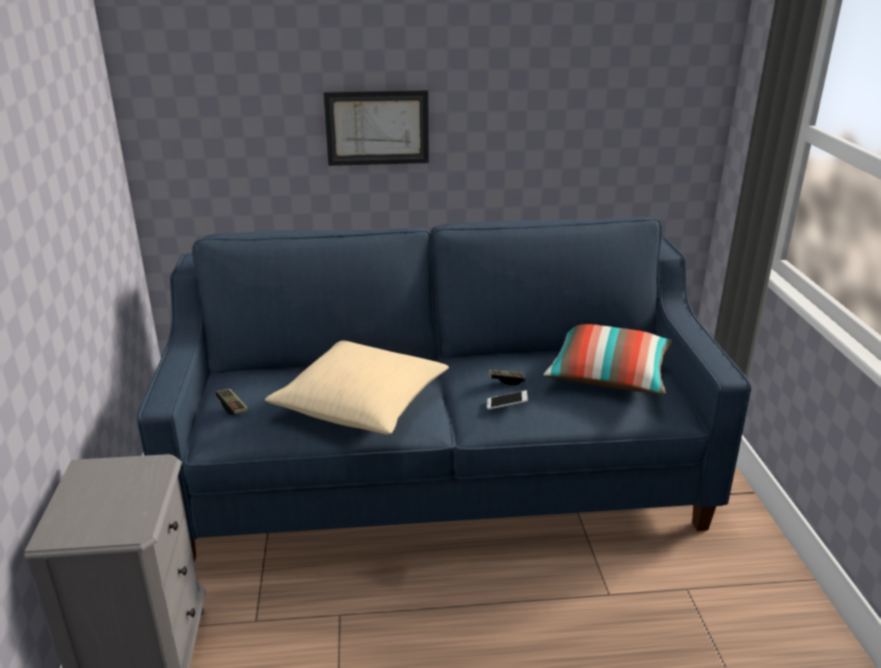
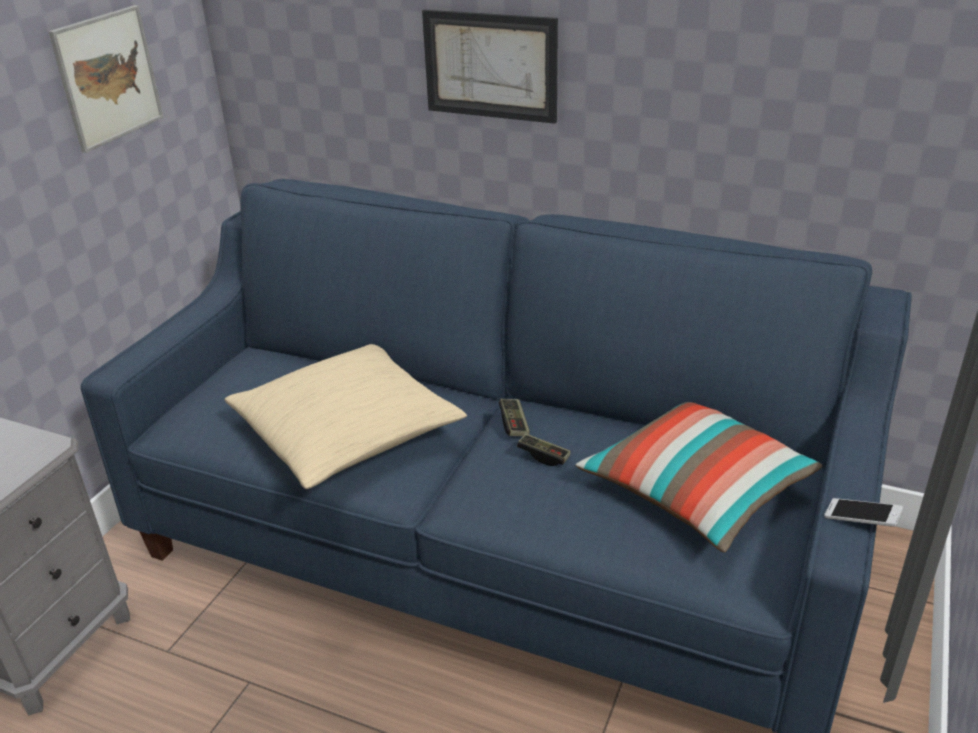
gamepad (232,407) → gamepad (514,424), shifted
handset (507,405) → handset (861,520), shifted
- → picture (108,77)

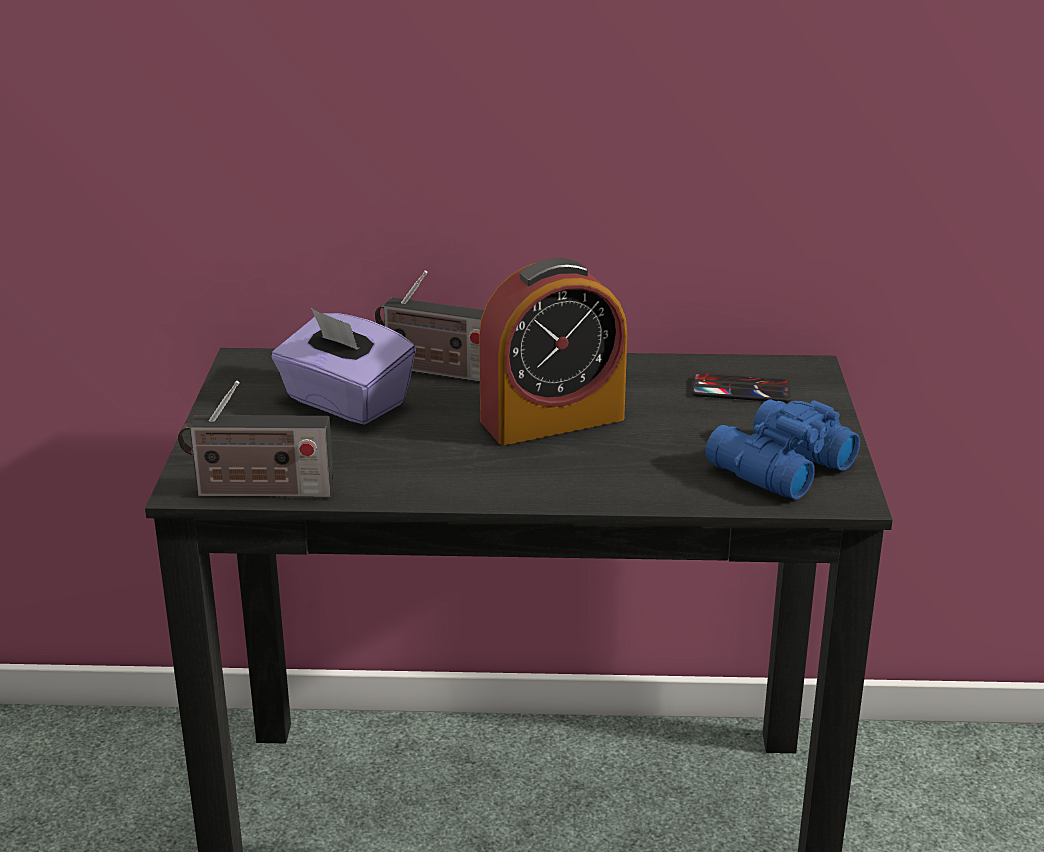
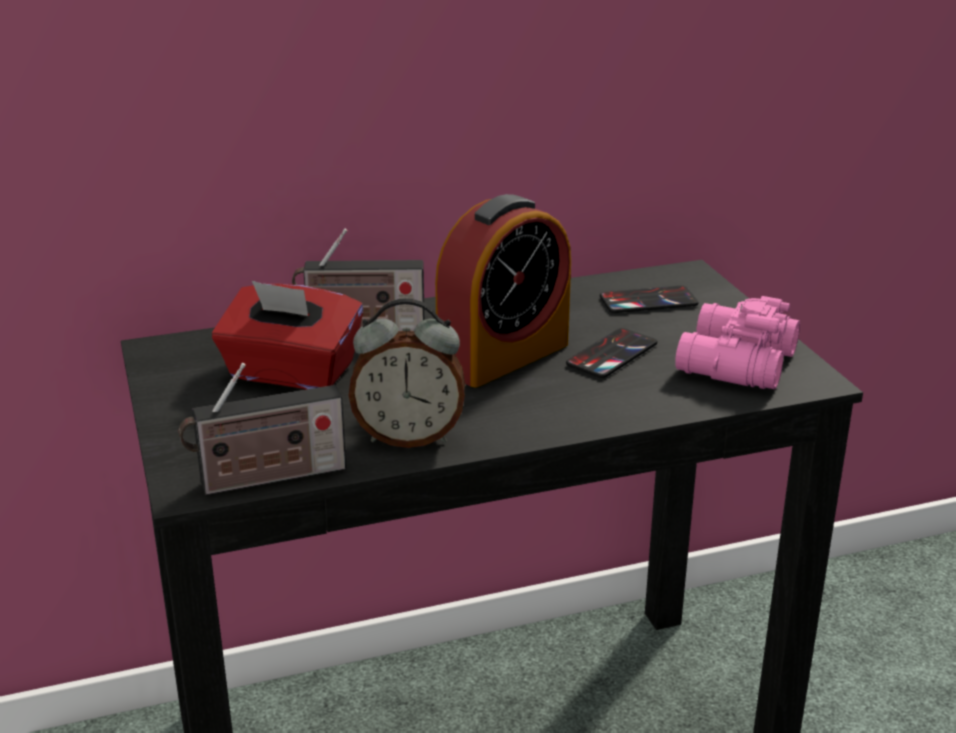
purple tissue box (345,402) → reddish tissue box (291,373)
blue-coloured binoculars (776,467) → pink-coloured binoculars (732,363)
- → table clock (409,437)
- → handset (612,354)

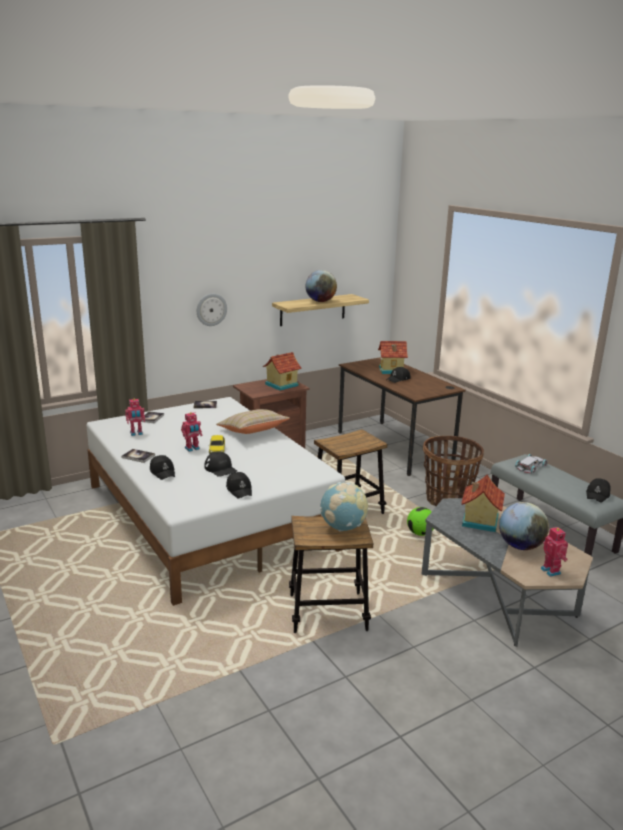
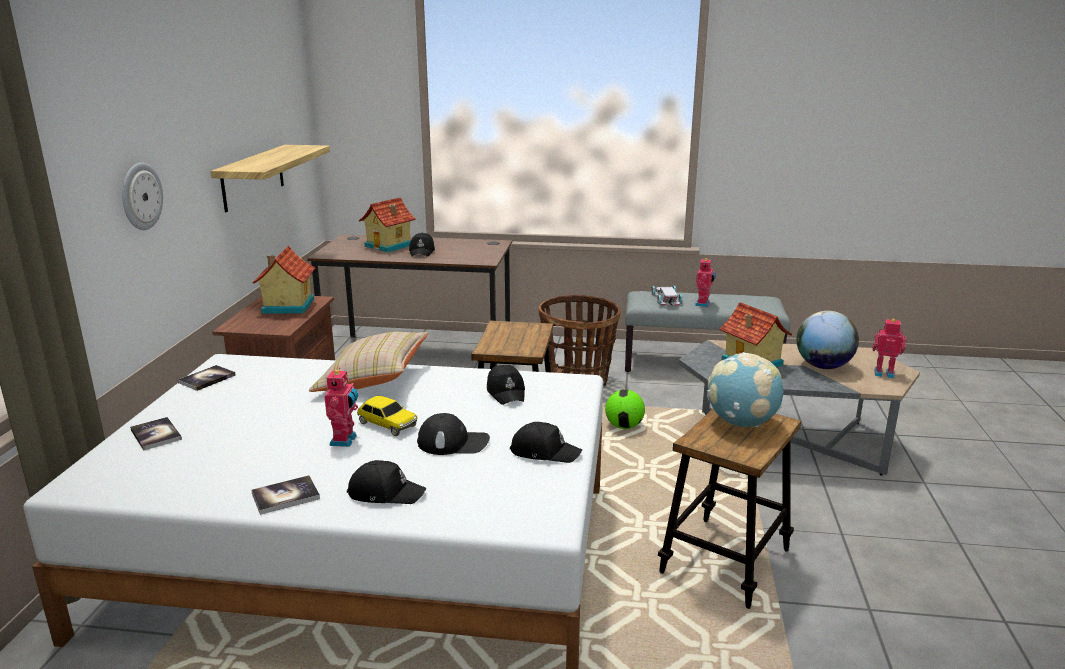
world globe (320,301) → -
model robot (136,433) → model robot (703,304), shifted
blackish baseball cap (598,495) → blackish baseball cap (506,392), shifted

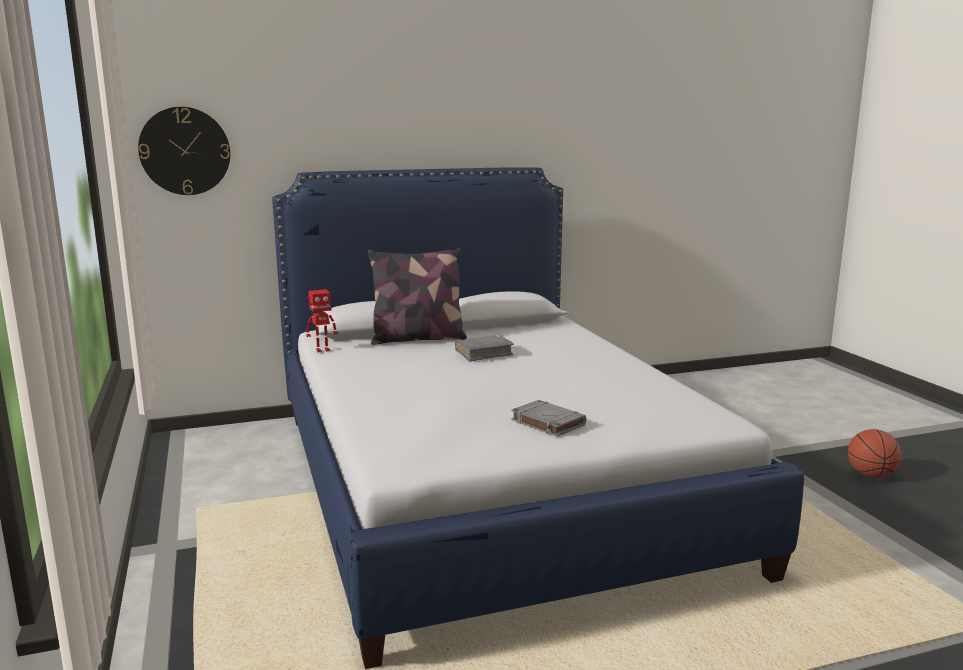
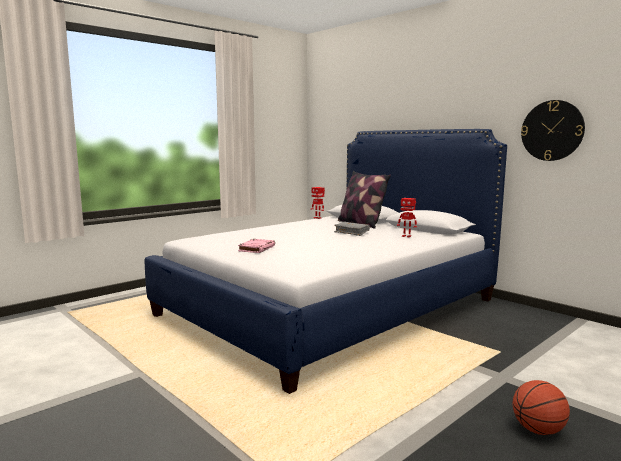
clock on the wall (185,151) → clock on the wall (552,130), shifted
gray book (547,422) → pink-coloured book (256,248)
- → model robot (406,236)

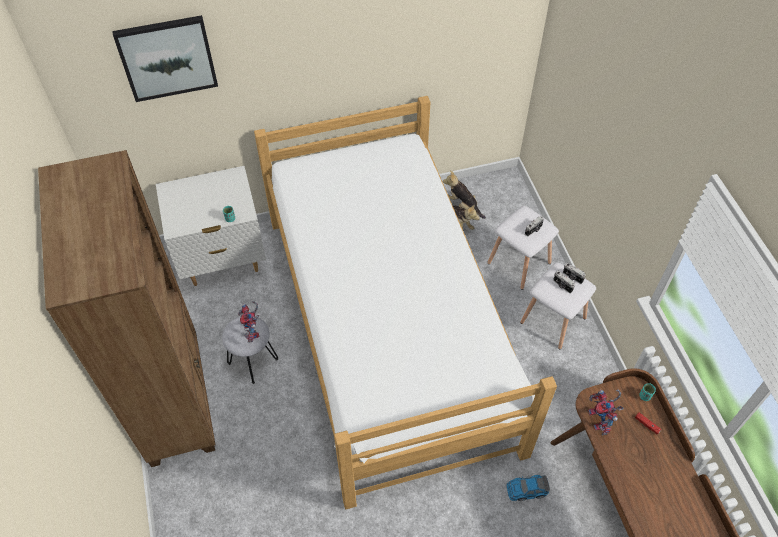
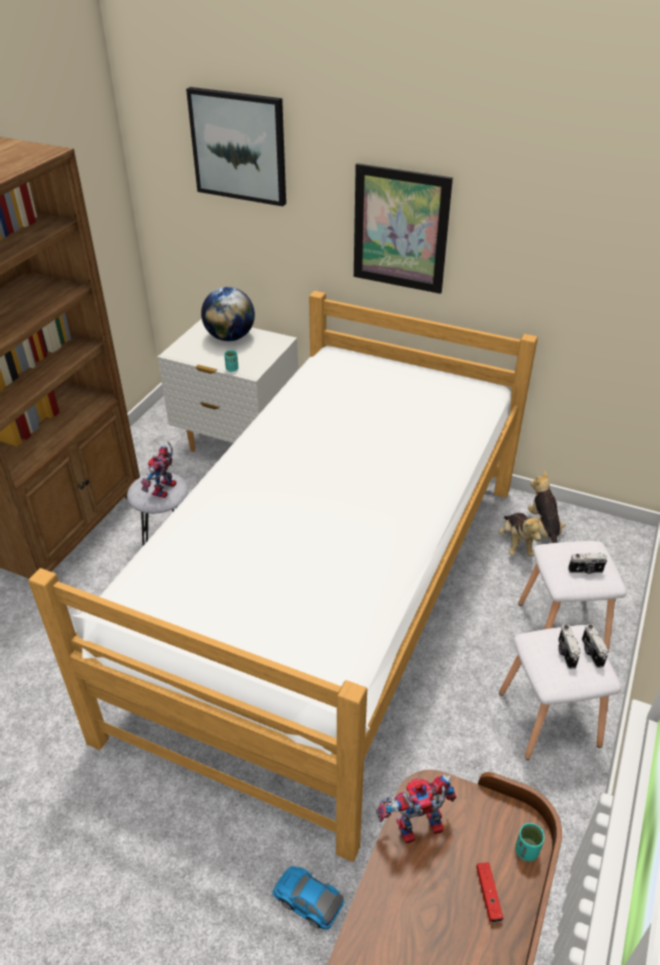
model robot (600,421) → model robot (417,830), 45 degrees clockwise
- → picture (400,229)
- → world globe (230,337)

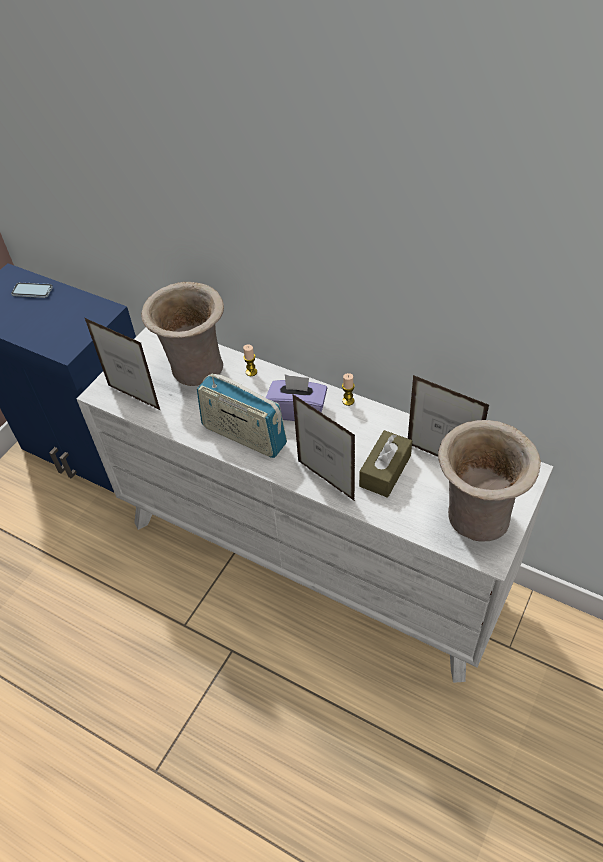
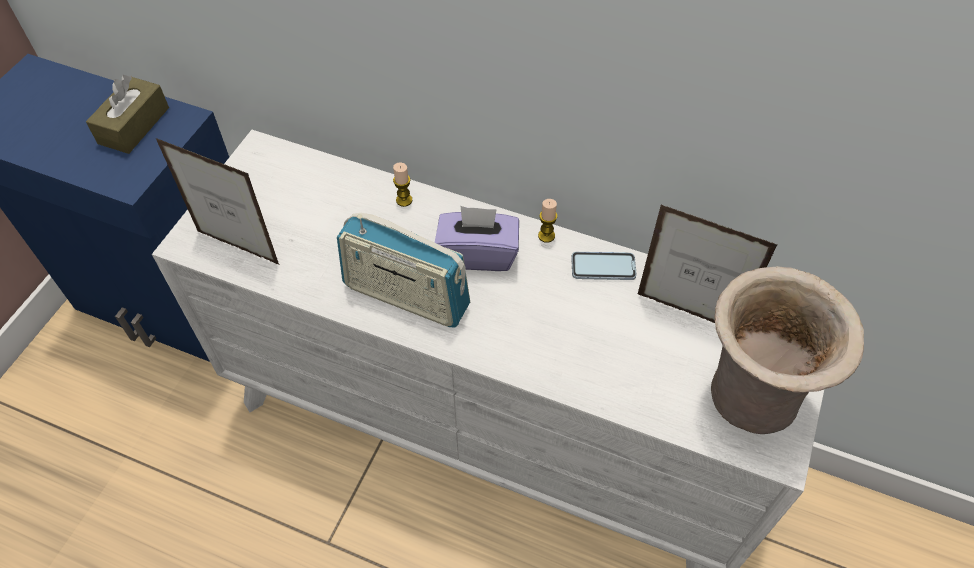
handset (32,291) → handset (603,267), shifted
beige-coloured flower vase (196,371) → -
picture frame (325,480) → -
brown tissue box (385,471) → brown tissue box (134,125), shifted

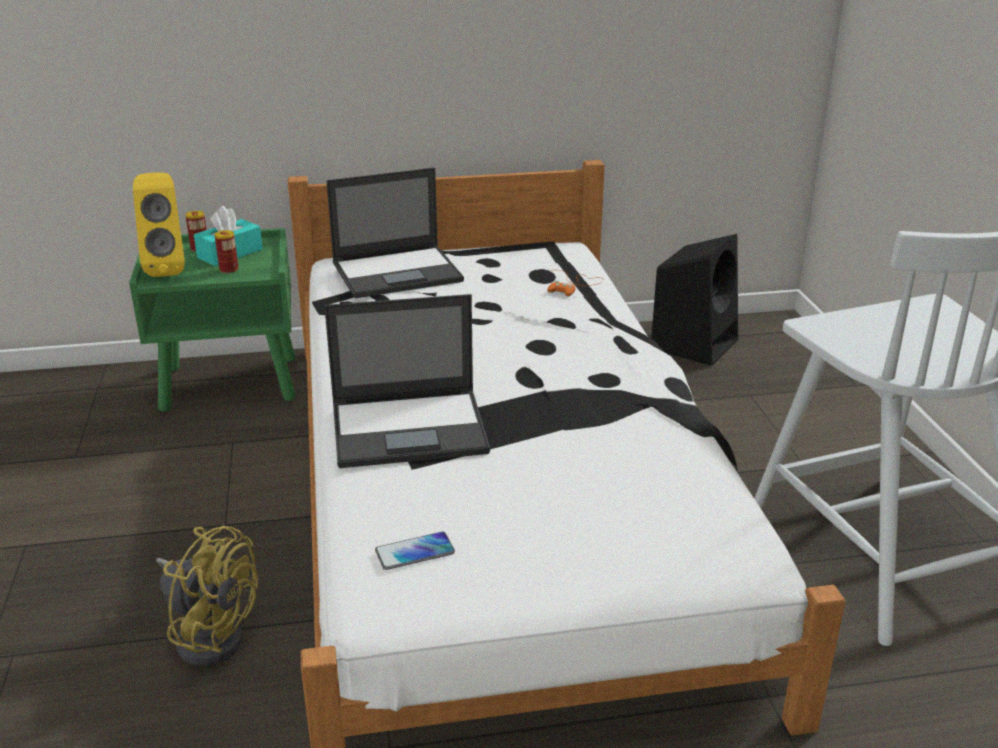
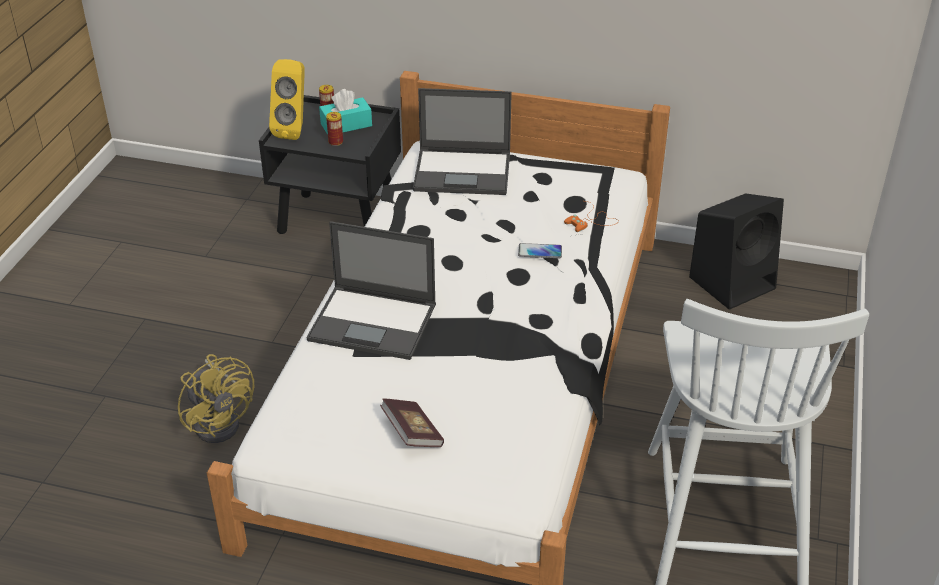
green nightstand (232,383) → blackish nightstand (340,220)
handset (415,552) → handset (540,251), shifted
- → book (412,433)

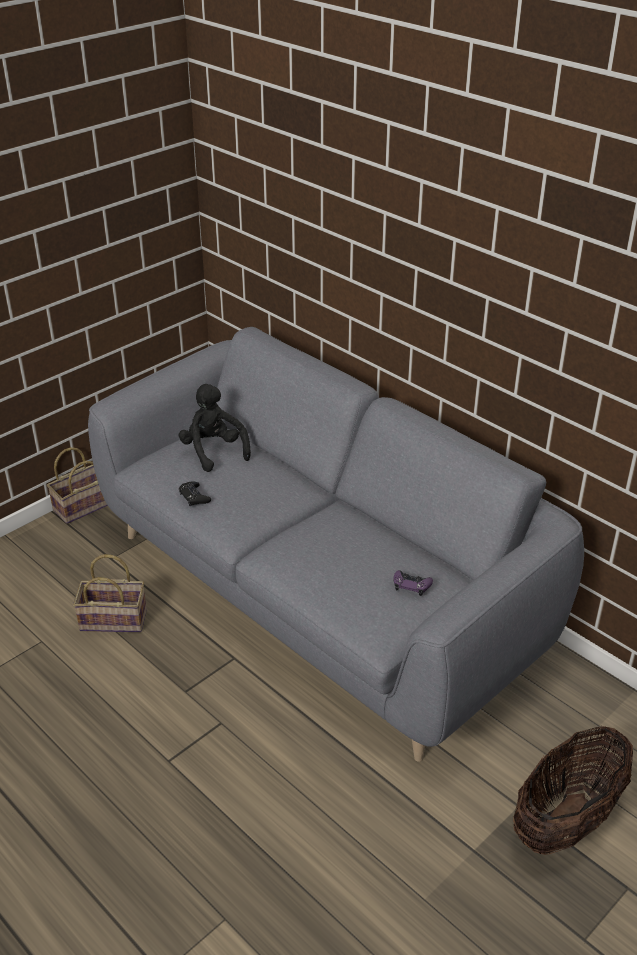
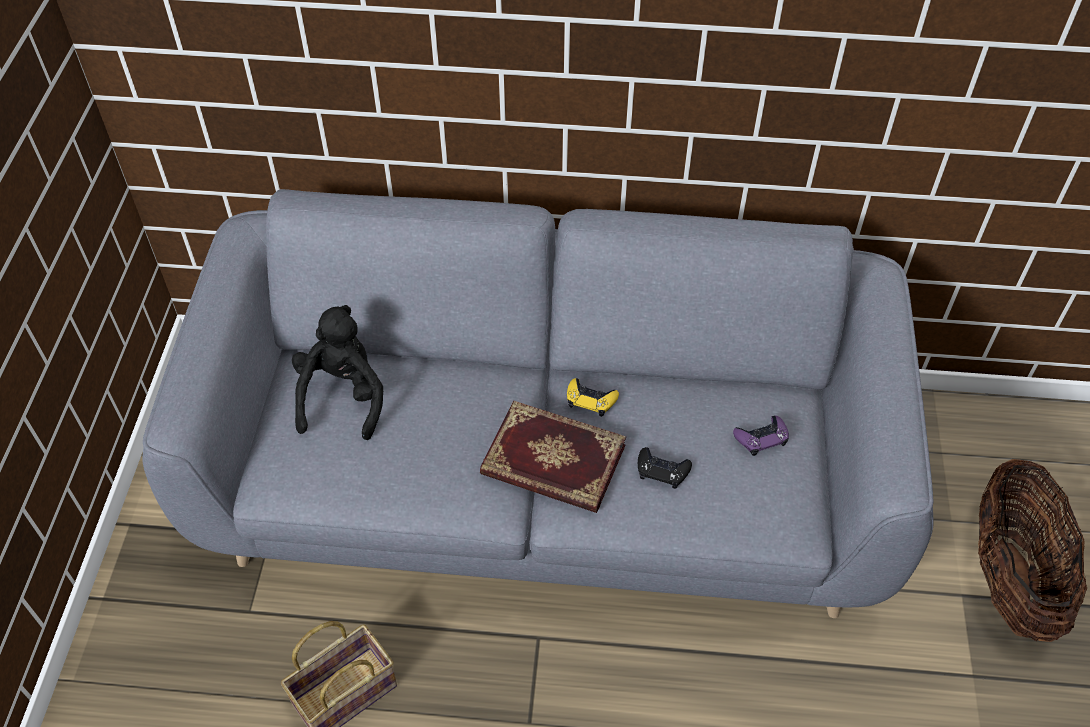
blackish soft toy (214,451) → blackish soft toy (342,397), 75 degrees clockwise
household basket (84,505) → -
blackish gamepad (194,497) → blackish gamepad (662,470), shifted
- → yellow-coloured gamepad (590,400)
- → book (552,462)

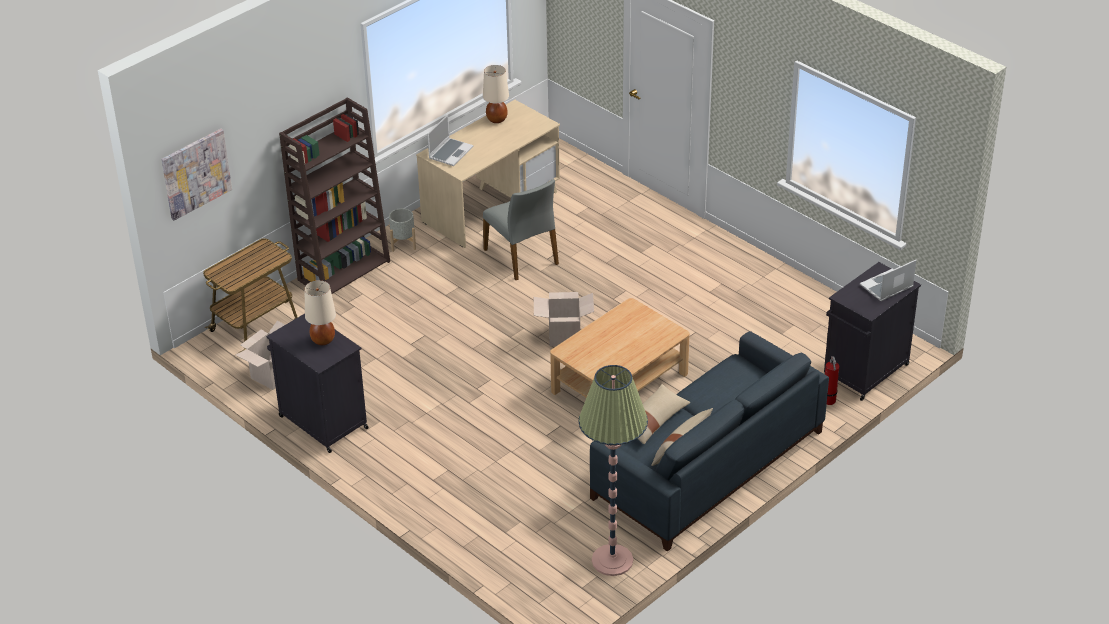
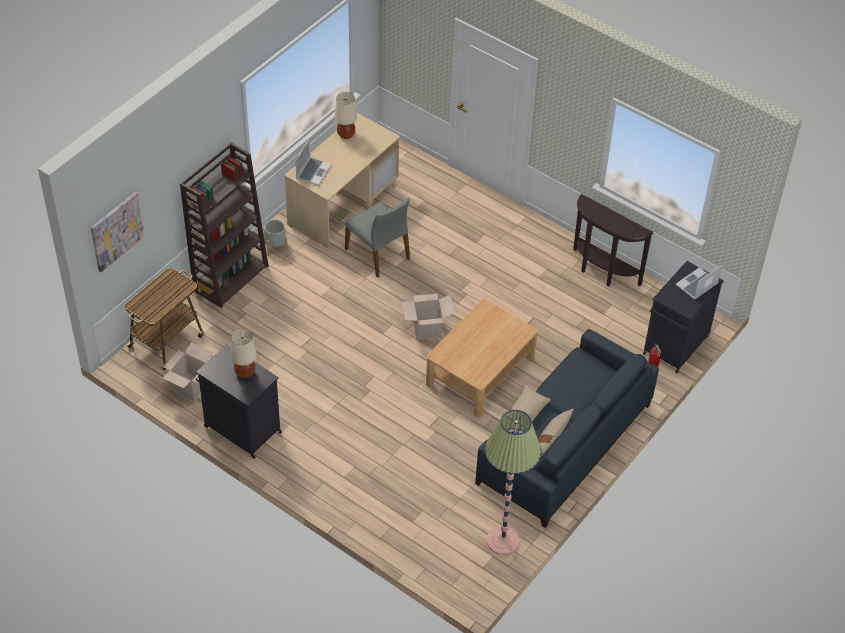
- → brown narrow table (602,272)

